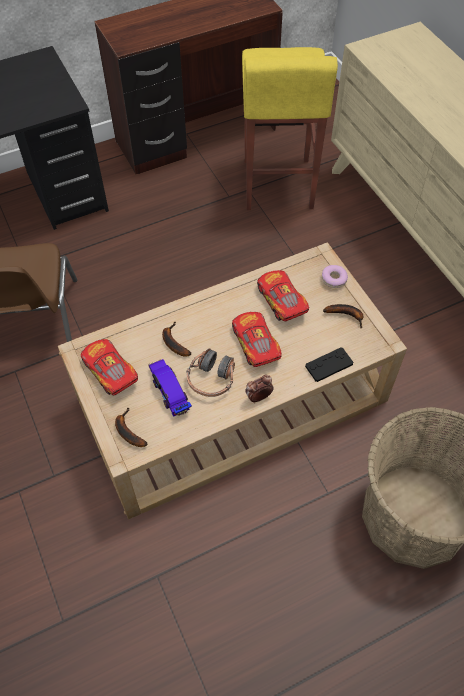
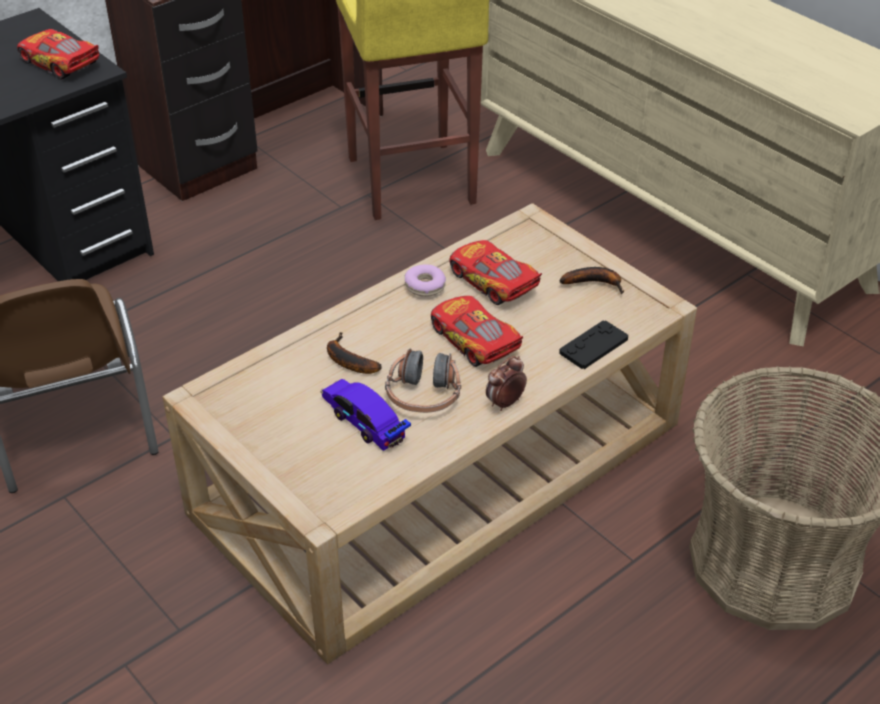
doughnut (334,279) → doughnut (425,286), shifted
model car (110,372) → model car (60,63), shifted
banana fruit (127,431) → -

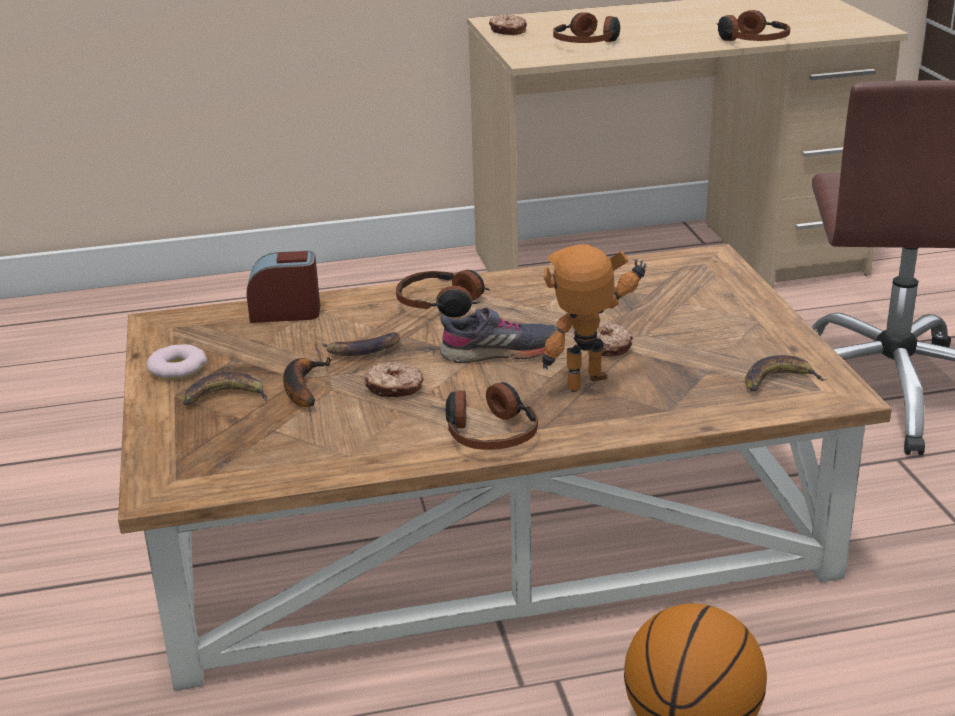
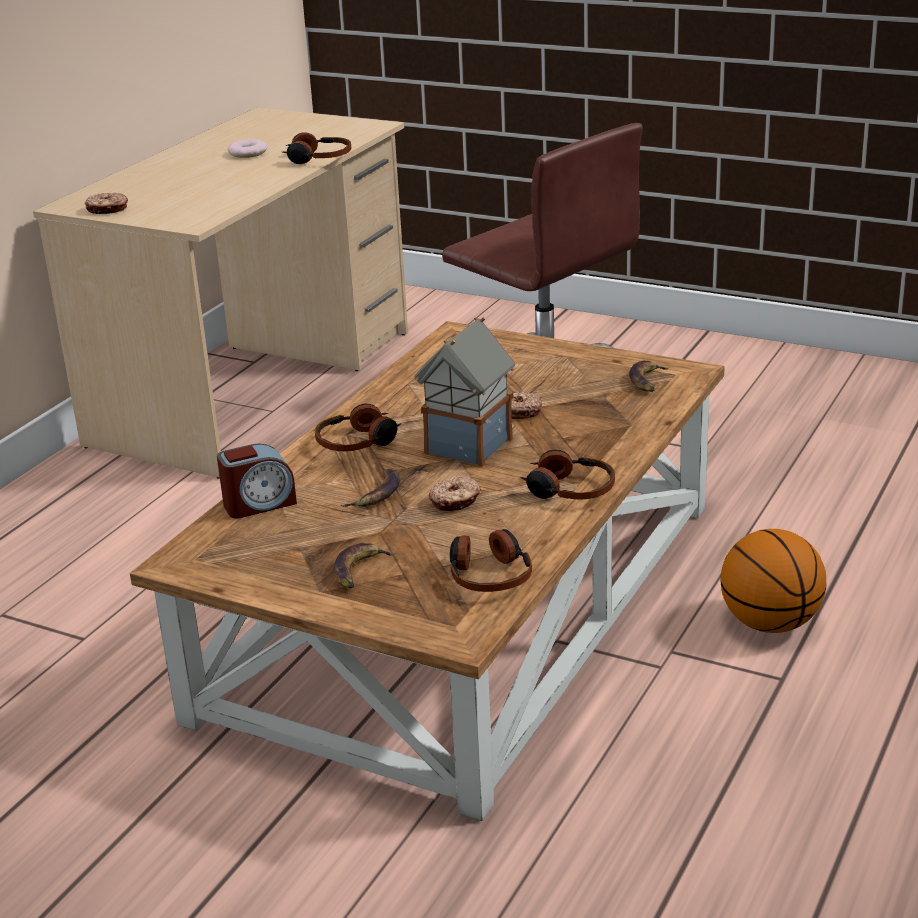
headphones (588,42) → headphones (489,574), shifted
model robot (592,387) → -
table clock (285,312) → table clock (259,504), 150 degrees counterclockwise
gray item of footwear (501,352) → miniature house (468,447)
doughnut (177,368) → doughnut (247,153), shifted
banana fruit (302,387) → -

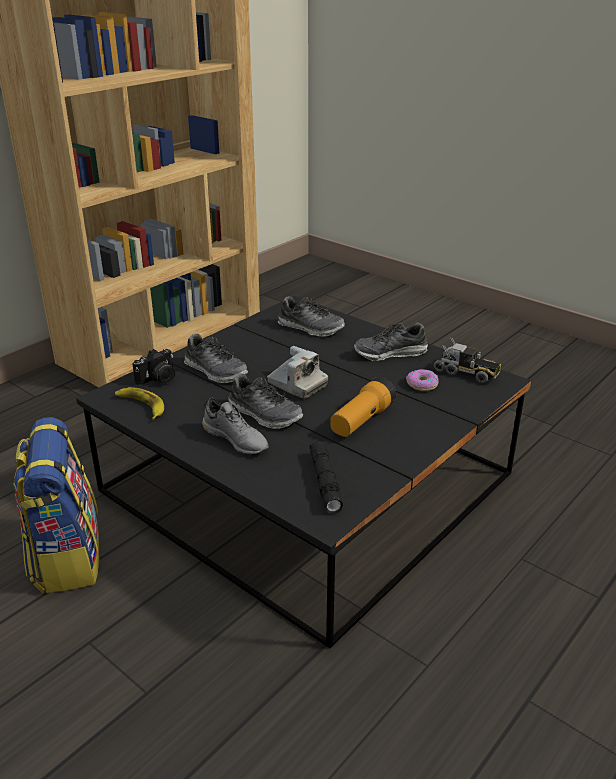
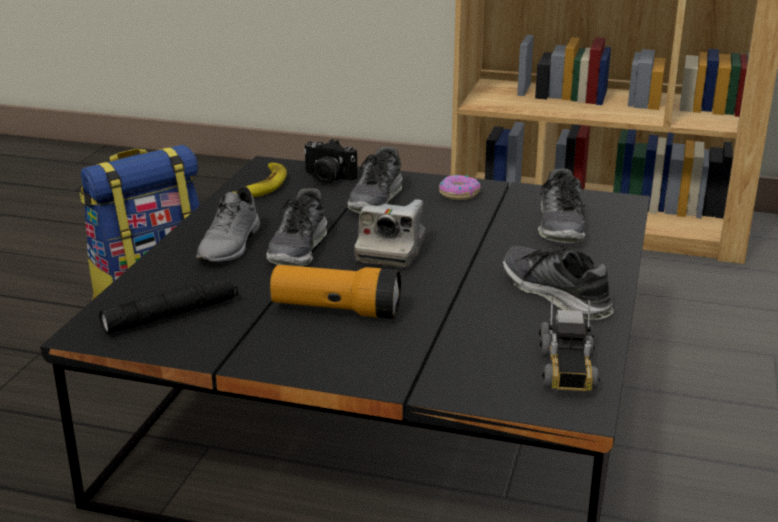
doughnut (422,384) → doughnut (458,193), shifted

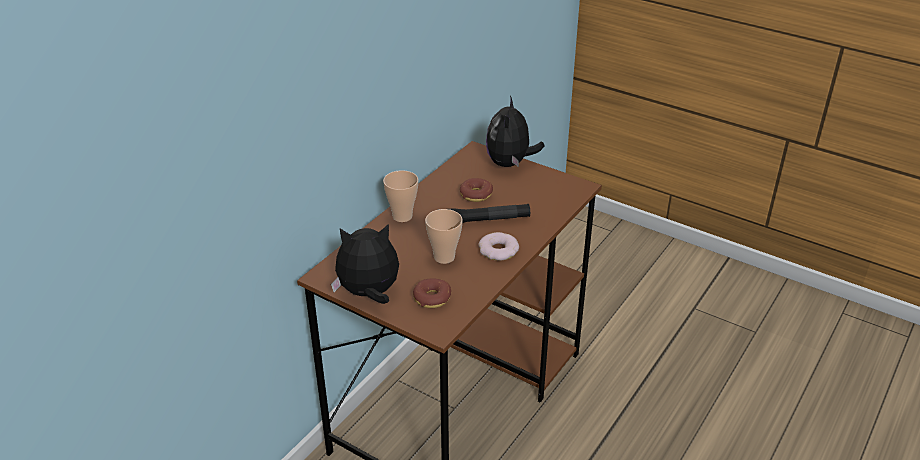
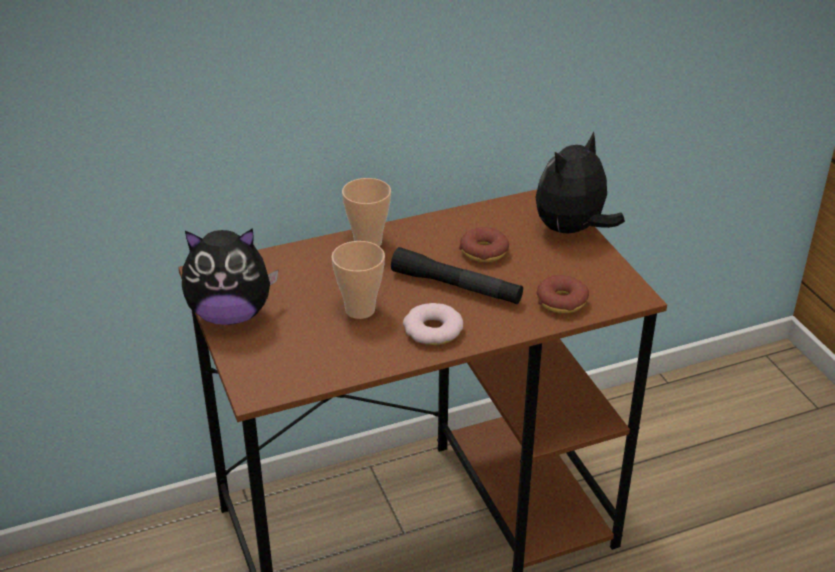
soft toy (369,294) → soft toy (230,315), 150 degrees clockwise
doughnut (432,298) → doughnut (561,302), shifted

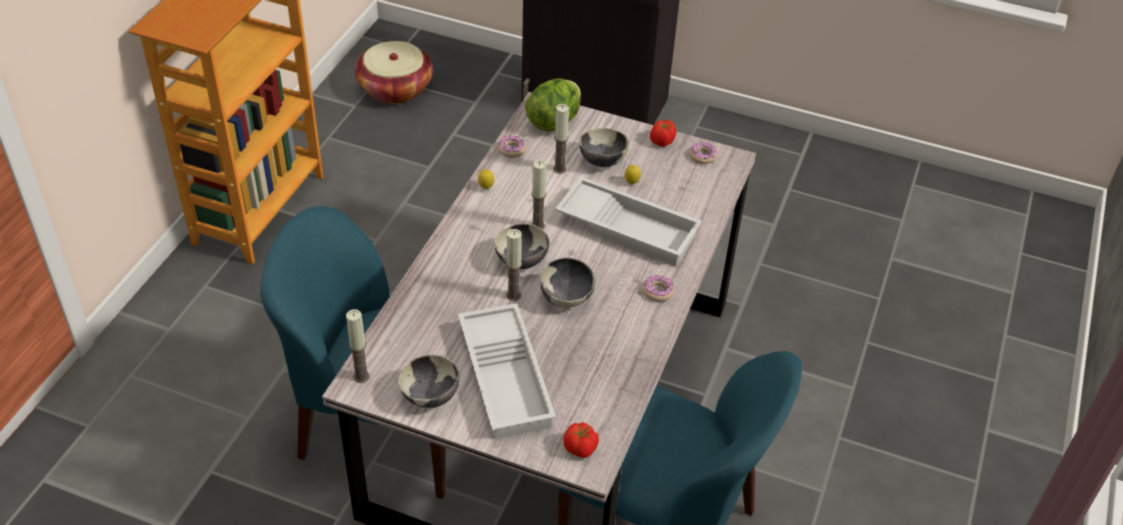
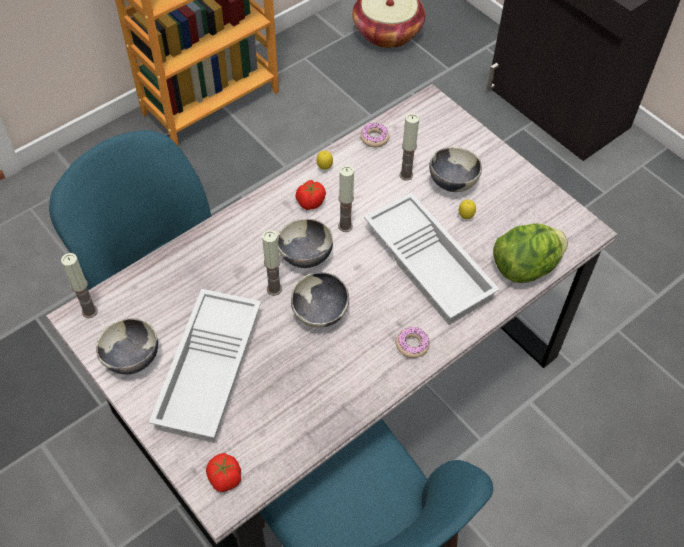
lettuce head (553,122) → lettuce head (525,267), shifted
fresh tomato (661,141) → fresh tomato (310,202), shifted
doughnut (702,156) → -

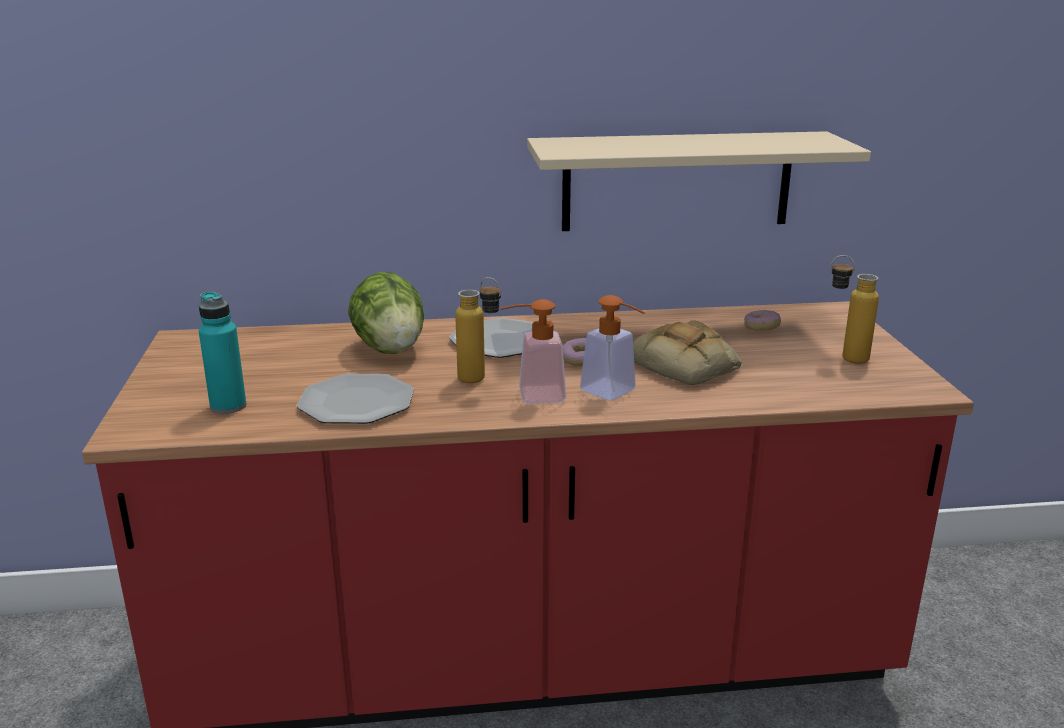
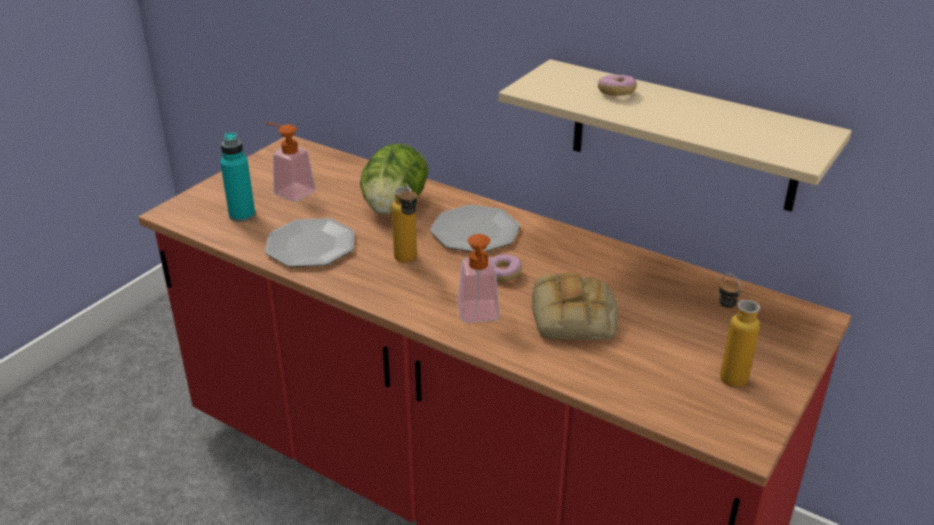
soap bottle (532,396) → soap bottle (289,191), shifted
doughnut (761,328) → doughnut (616,93), shifted

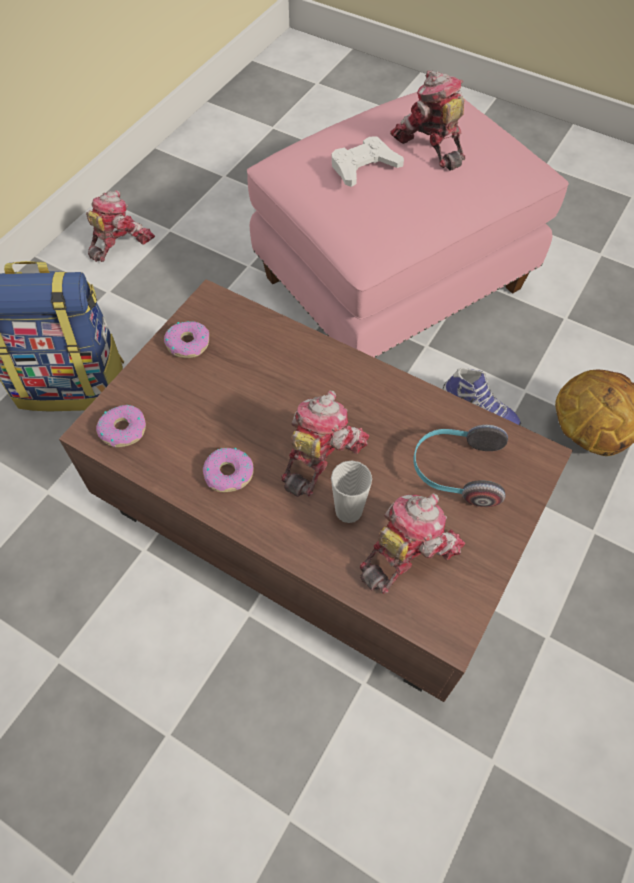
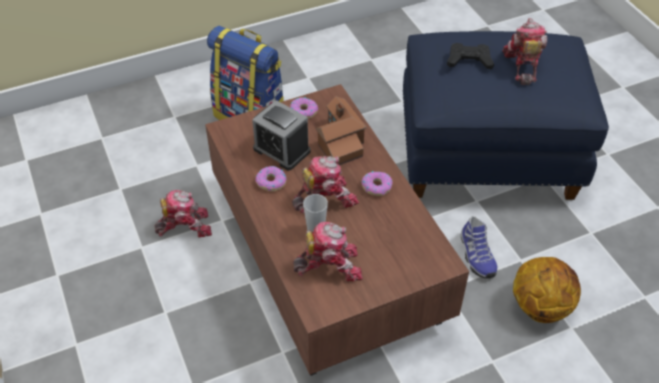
pink-coloured ottoman (392,281) → blue-coloured ottoman (487,153)
whitish gamepad (364,167) → blackish gamepad (469,60)
model robot (119,242) → model robot (185,225), shifted
doughnut (123,430) → doughnut (376,186), shifted
headphones (456,471) → -
- → miniature house (340,141)
- → table clock (282,150)

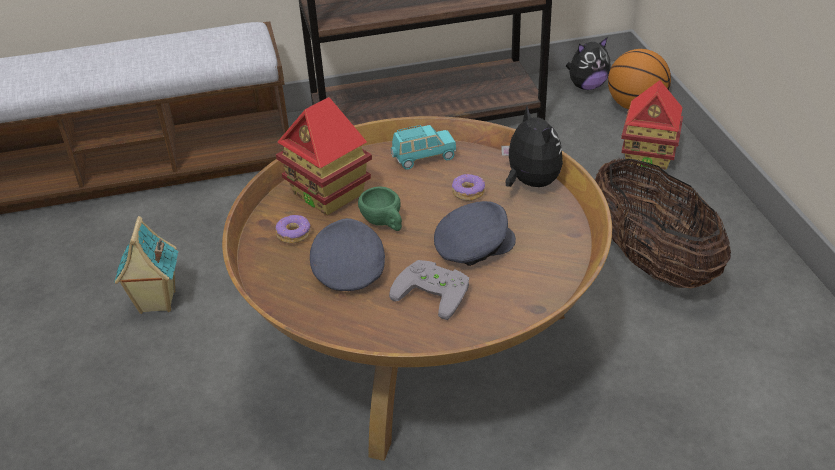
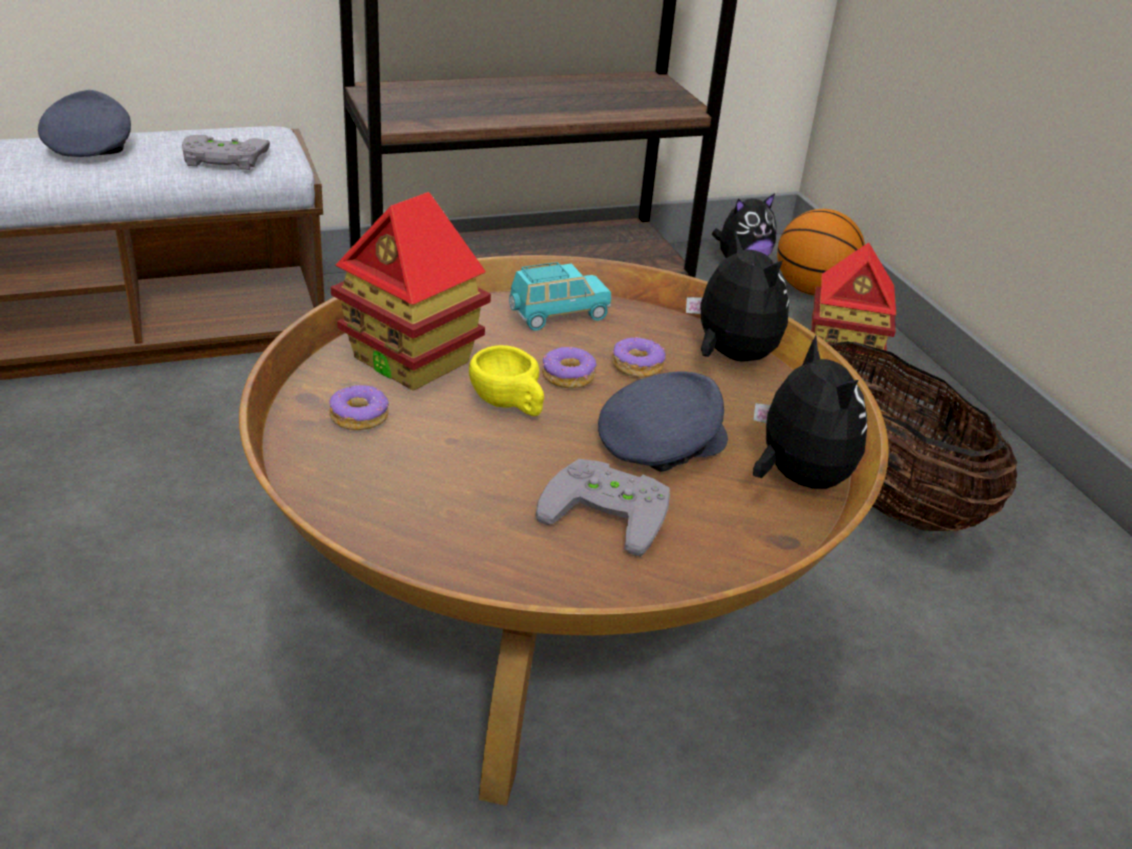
green drinking cup (384,223) → yellow-coloured drinking cup (509,405)
miniature house (156,303) → -
gray baseball cap (348,269) → gray baseball cap (89,147), shifted
- → gray gamepad (223,159)
- → soft toy (797,478)
- → doughnut (568,377)

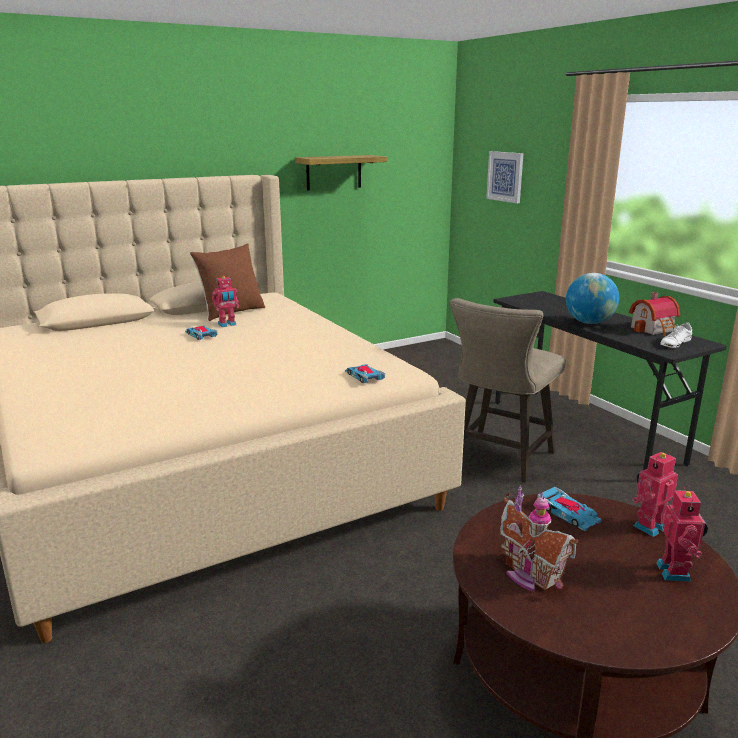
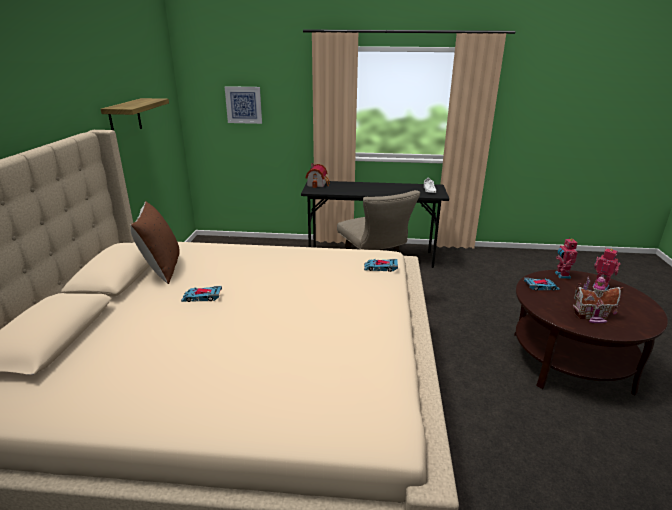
world globe (589,323) → -
model robot (227,324) → -
miniature house (654,329) → miniature house (318,184), shifted

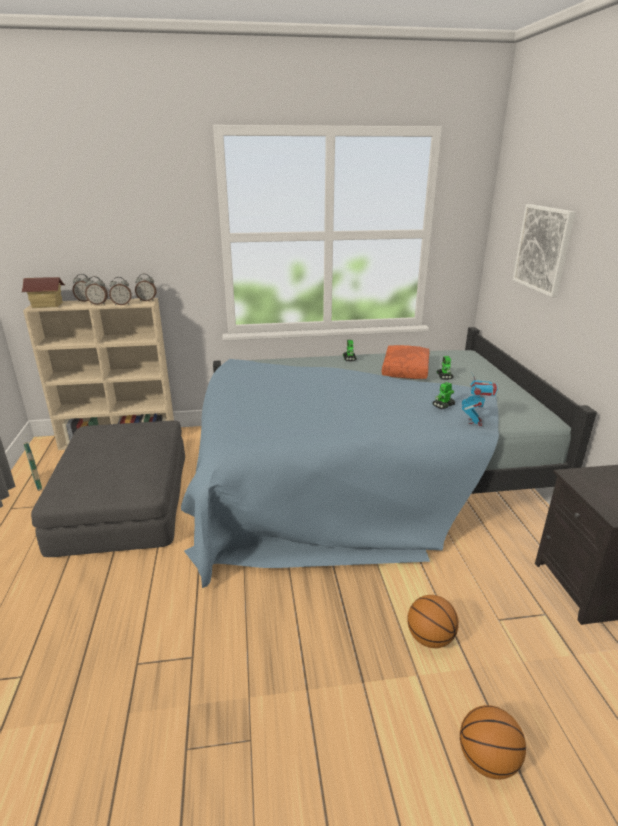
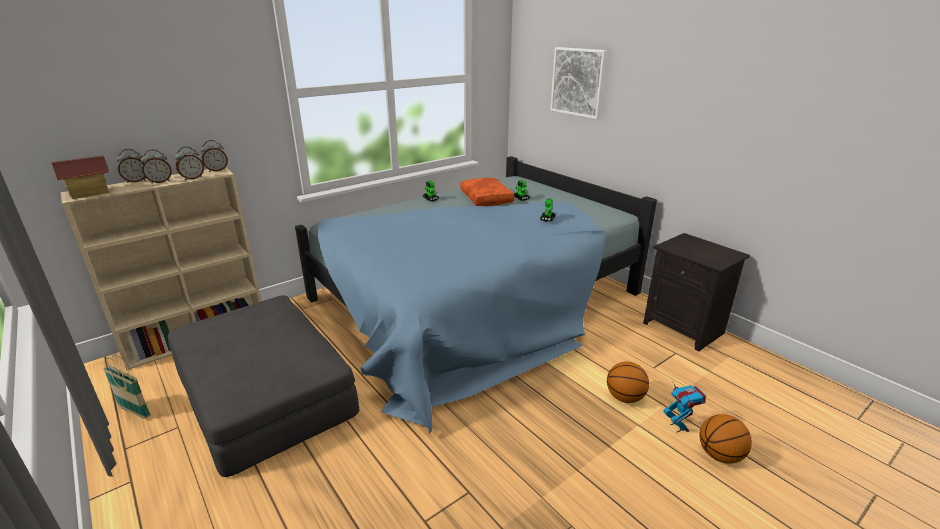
model robot (475,422) → model robot (679,427), shifted

